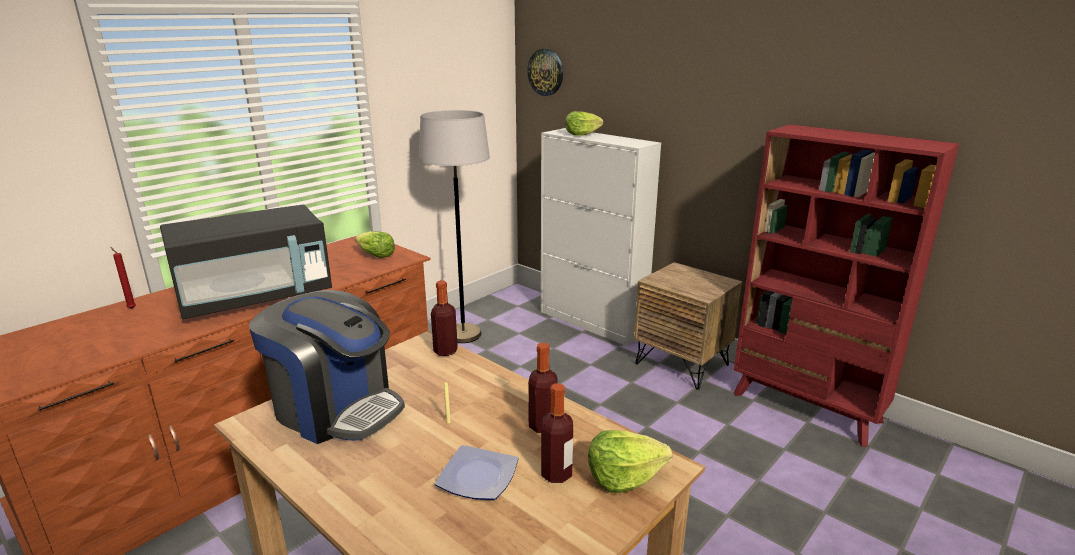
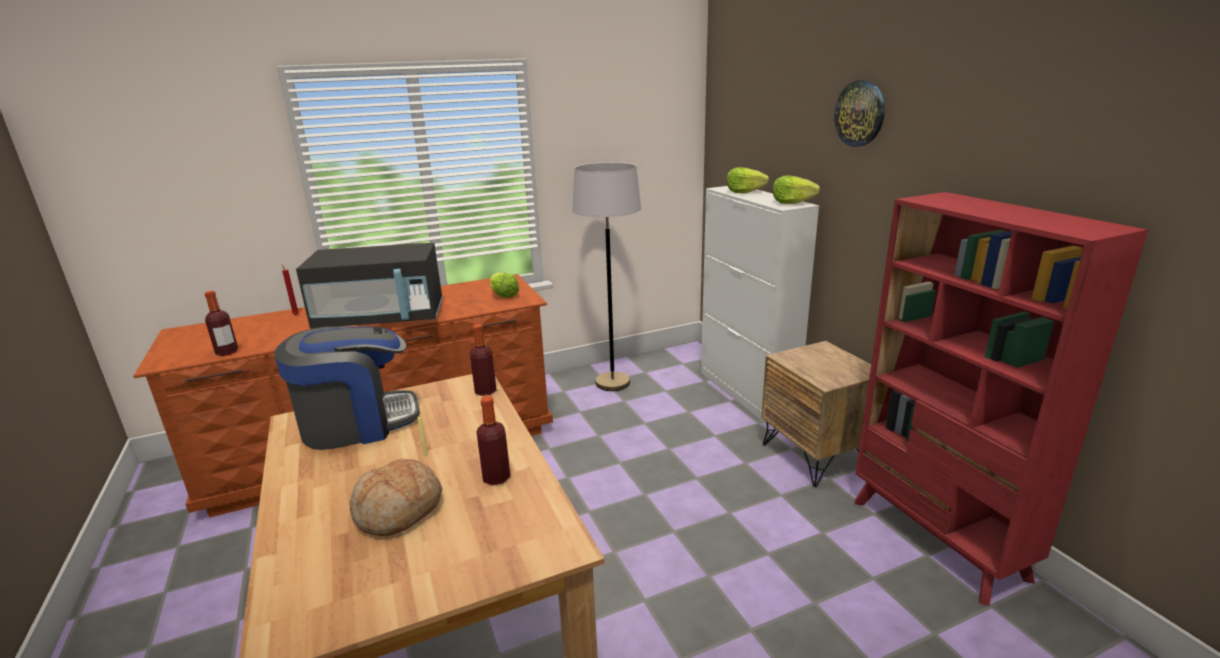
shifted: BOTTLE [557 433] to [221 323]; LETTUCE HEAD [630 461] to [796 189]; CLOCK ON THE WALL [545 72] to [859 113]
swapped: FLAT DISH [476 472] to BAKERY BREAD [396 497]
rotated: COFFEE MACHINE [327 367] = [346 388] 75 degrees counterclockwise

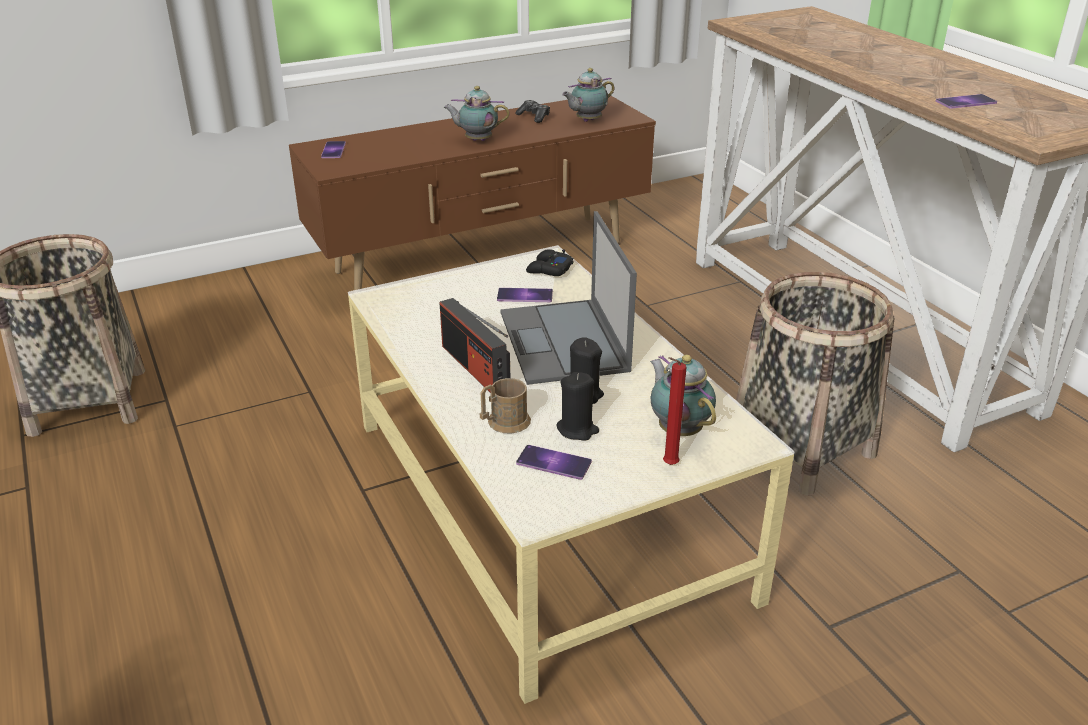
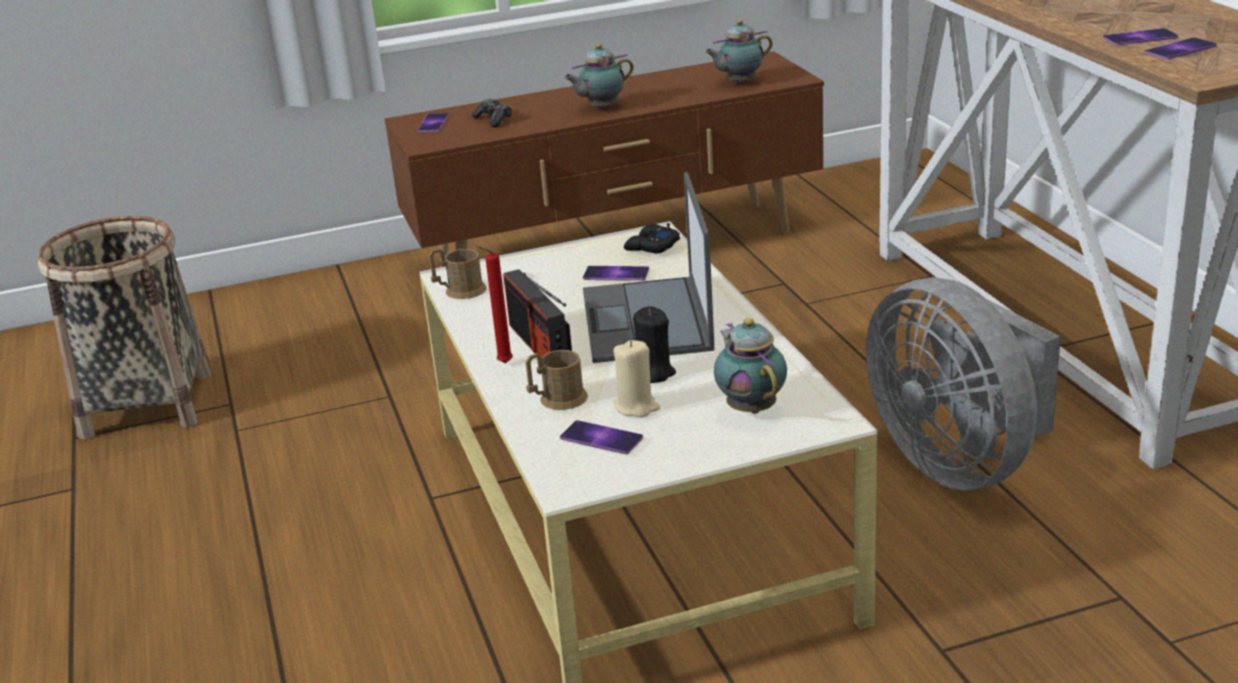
new: BROWN-COLOURED COFFEE MUG [458 274]; TELEPHONE [1181 48]
shifted: JOYPAD [532 111] to [492 113]; RED WAX CANDLE [675 411] to [495 304]
swapped: BASKET [815 384] to GREYISH ELECTRIC FAN [963 383]
repainted: BLACKISH WAX CANDLE [577 406] to SAND-COLOURED WAX CANDLE [636 378]
rotated: POT FOR TEA [477 113] = [599 77] 45 degrees counterclockwise

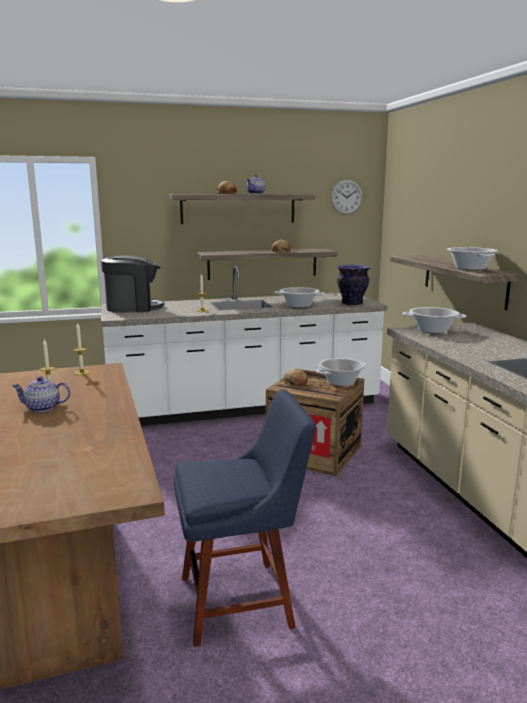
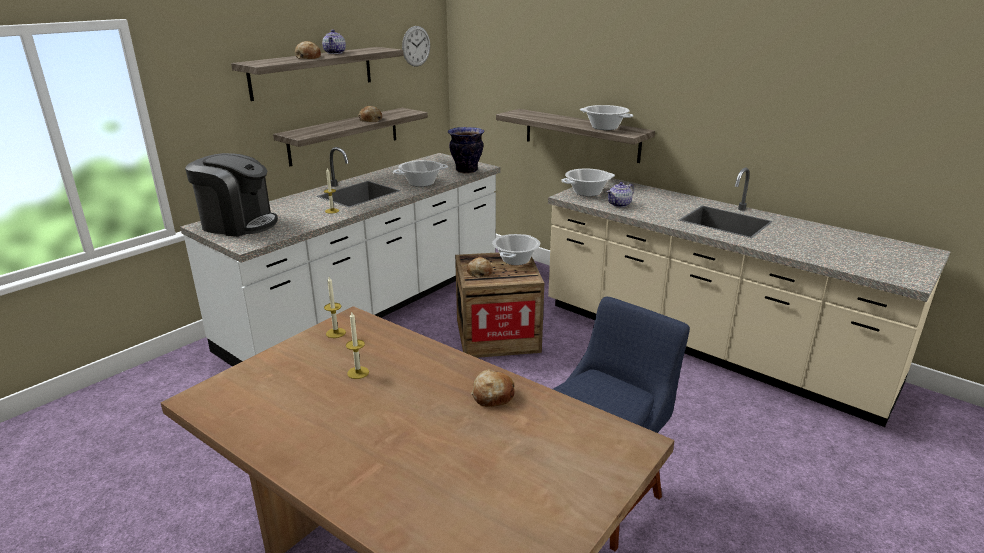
new: BAKERY BREAD [493 388]
shifted: POT FOR TEA [40 394] to [620 195]
rotated: COFFEE MACHINE [132 284] = [231 195] 60 degrees clockwise

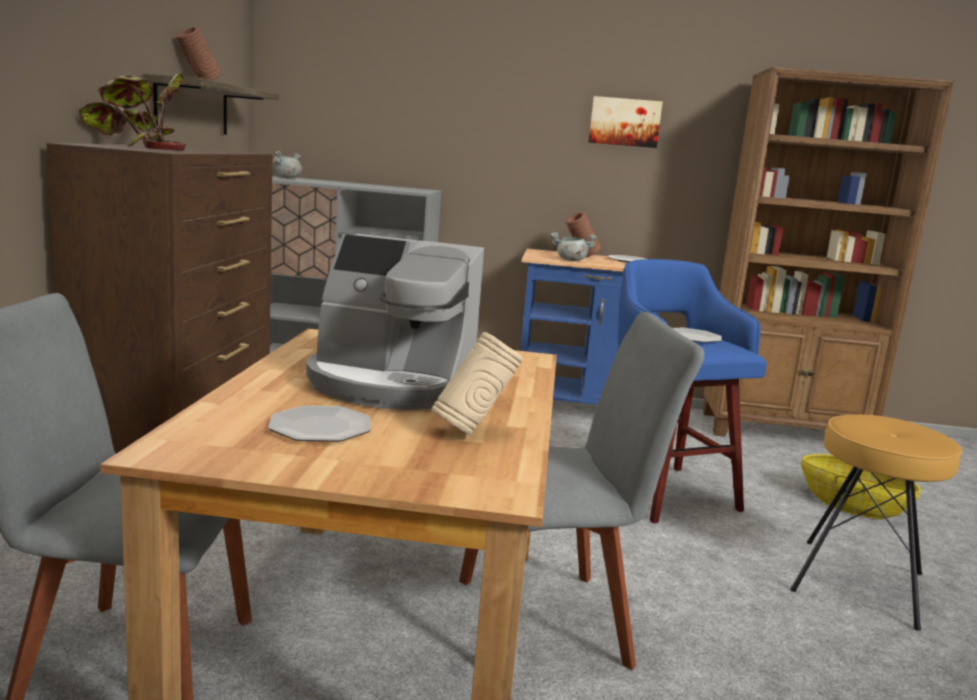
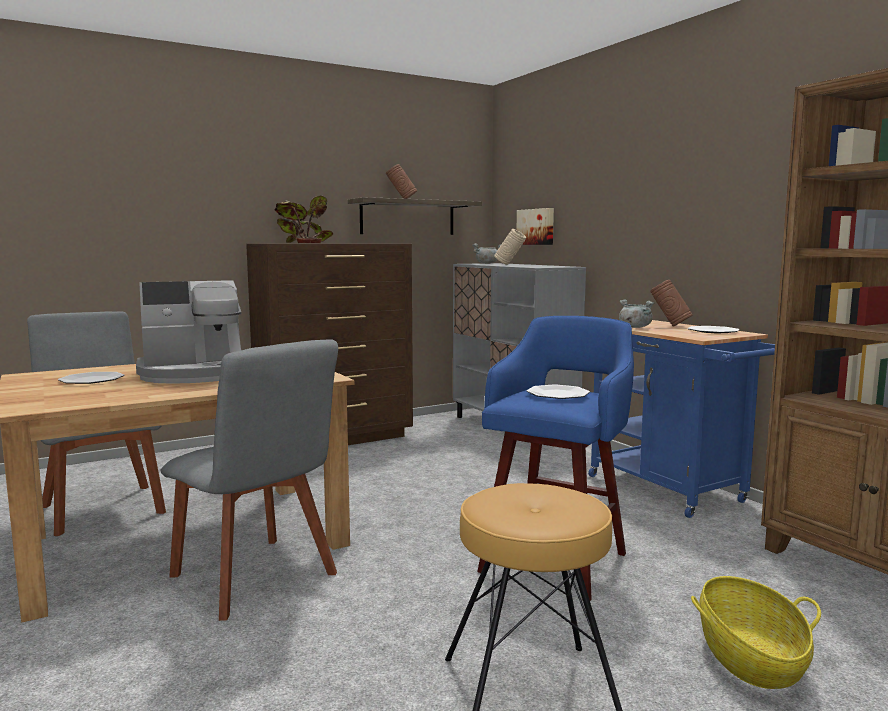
shifted: SAND-COLOURED DECORATIVE VASE [477 383] to [510 247]; PICTURE [626 122] to [535 226]
rotated: COFFEE MACHINE [395 322] = [188 332] 90 degrees counterclockwise

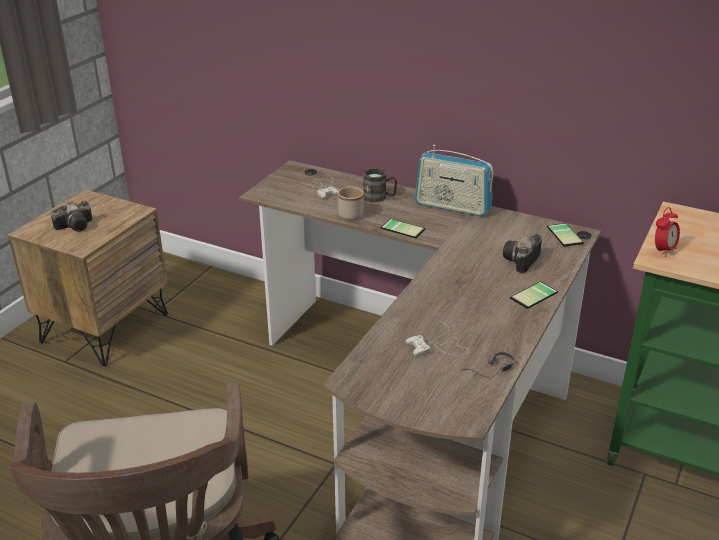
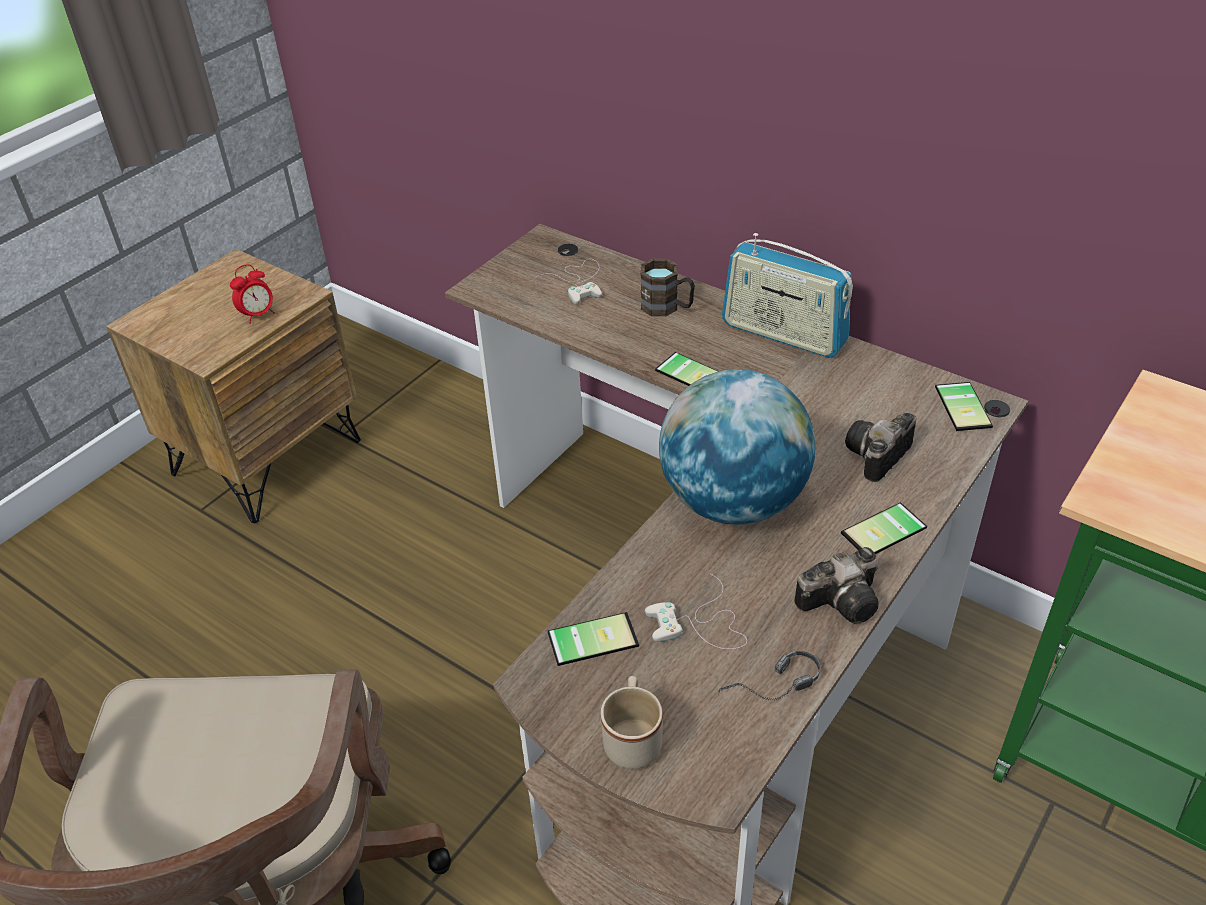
new: TELEPHONE [593 638]; DESK GLOBE [737 447]
shifted: BEDSIDE CLOCK [667 232] to [252 294]; SAND-COLOURED COFFEE MUG [351 203] to [632 722]; PHOTO CAMERA [71 216] to [836 585]

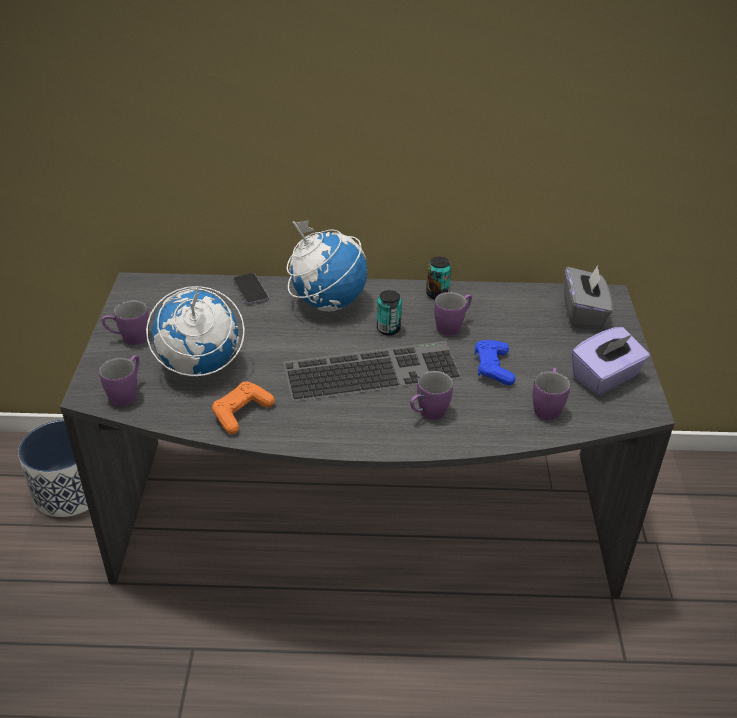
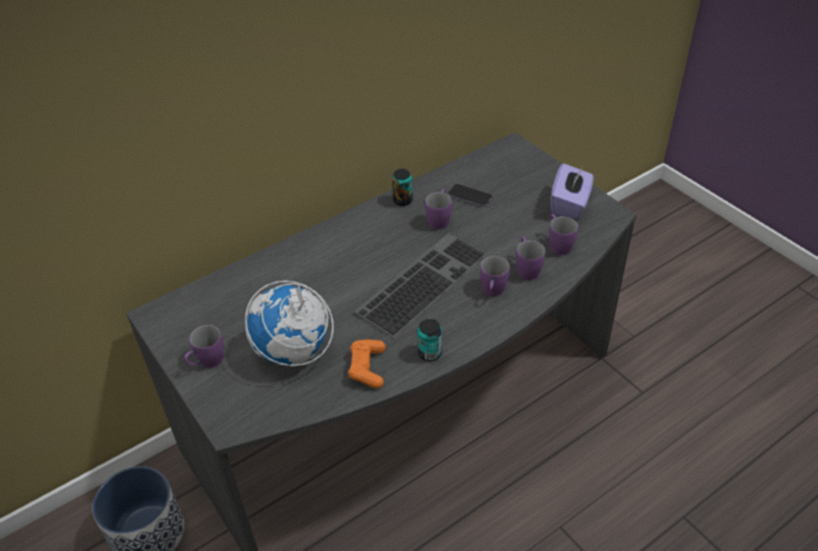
gone: DESK GLOBE [326 265]; BLUE JOYPAD [495 362]; GREYISH TISSUE HOLDER [588 296]
shifted: CAN [389 312] to [429 340]; TELEPHONE [251 288] to [470 195]; PURPLISH COFFEE MUG [119 380] to [530 258]

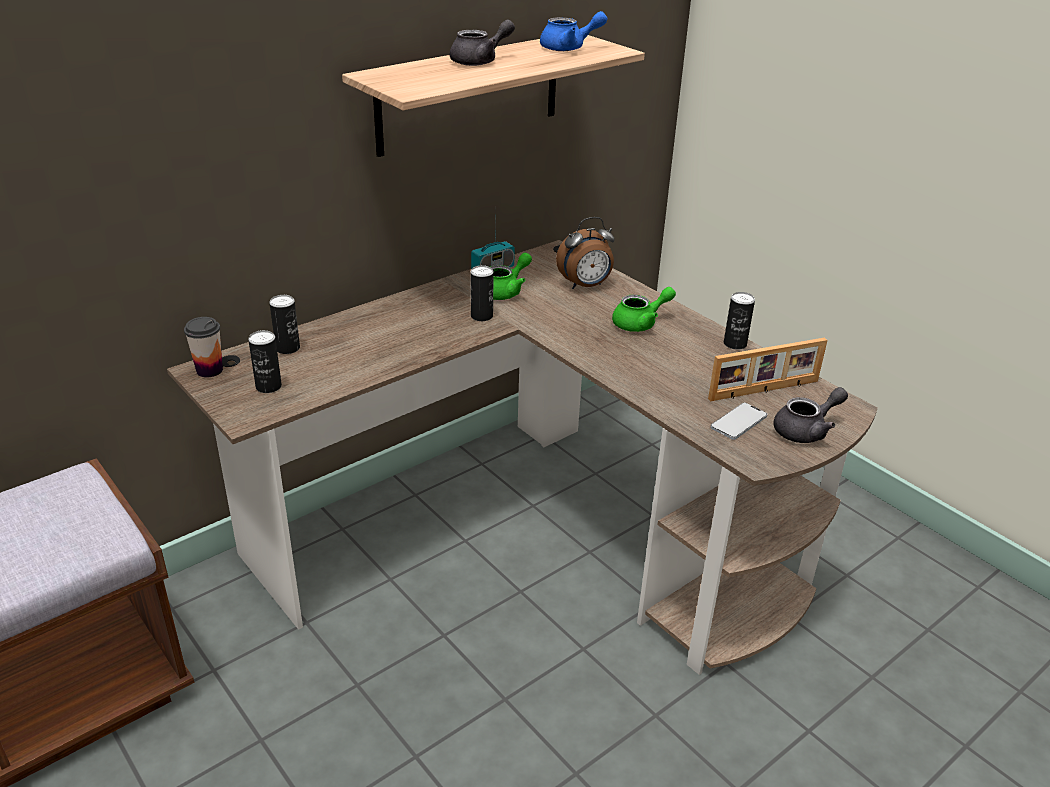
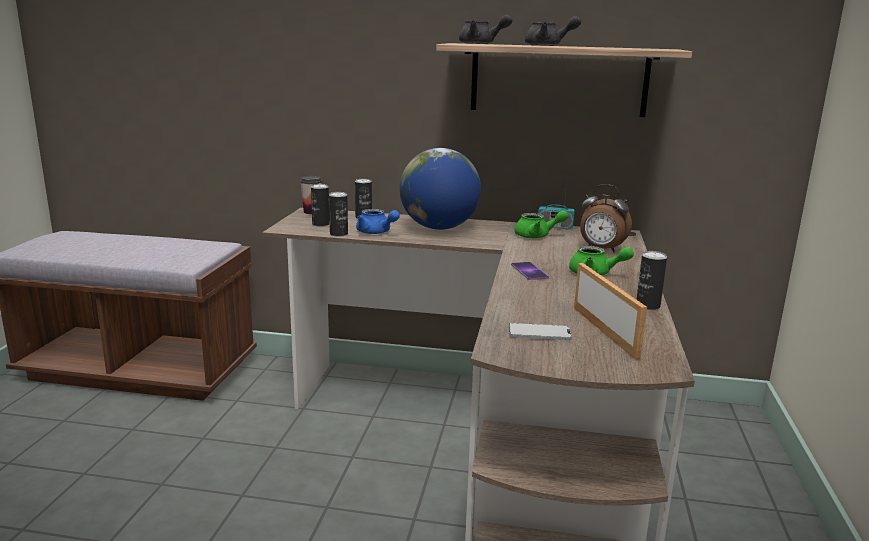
new: DESK GLOBE [440 189]; TELEPHONE [530 271]
shifted: CAN [482 293] to [338 214]; BLUE POT FOR TEA [573 31] to [378 221]; GREYISH POT FOR TEA [811 415] to [485 29]
rotated: PHOTO FRAME [767 369] = [610 311] 135 degrees counterclockwise

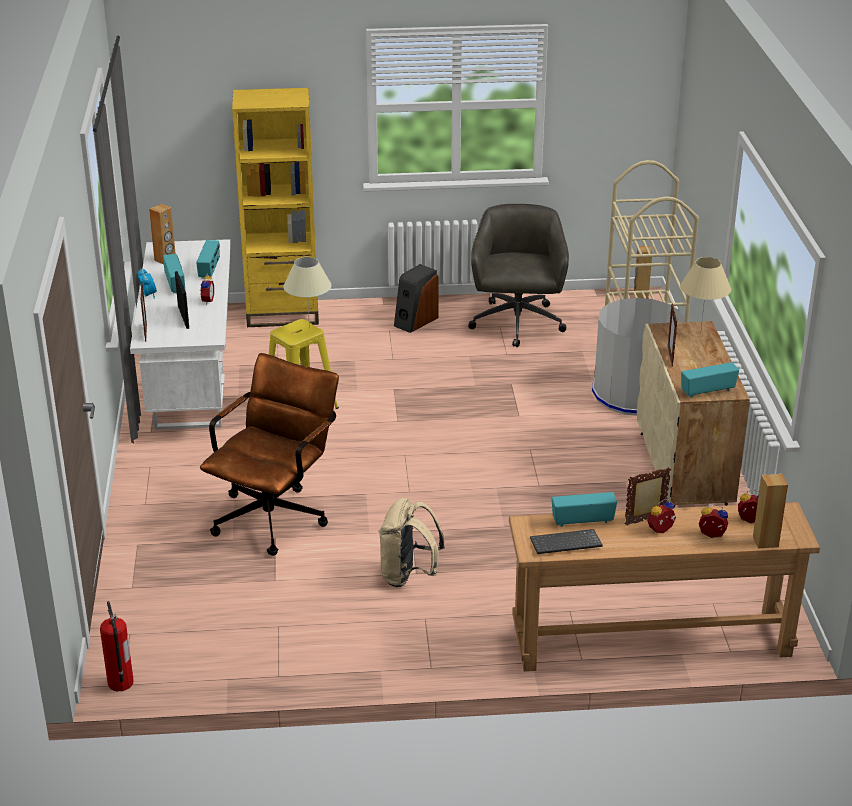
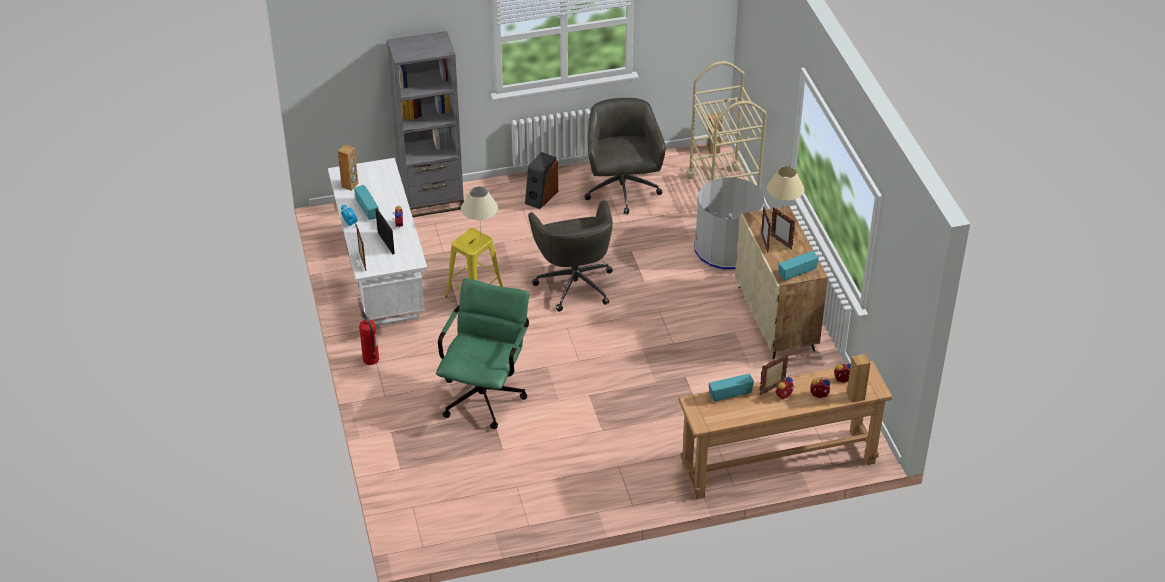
gone: RADIO [208 259]; SAND-COLOURED KNAPSACK [412 542]; KEYBOARD [566 541]
new: GREYISH COMPUTER CHAIR [570 256]; PHOTO FRAME [783 228]
shifted: FIRE-FIGHTING CYLINDER [117 646] to [369 337]
repainted: YELLOW SHELVING UNIT [275 207] to GREYISH SHELVING UNIT [425 124]; BROWN-COLOURED COMPUTER CHAIR [269 454] to GREEN COMPUTER CHAIR [482 353]

